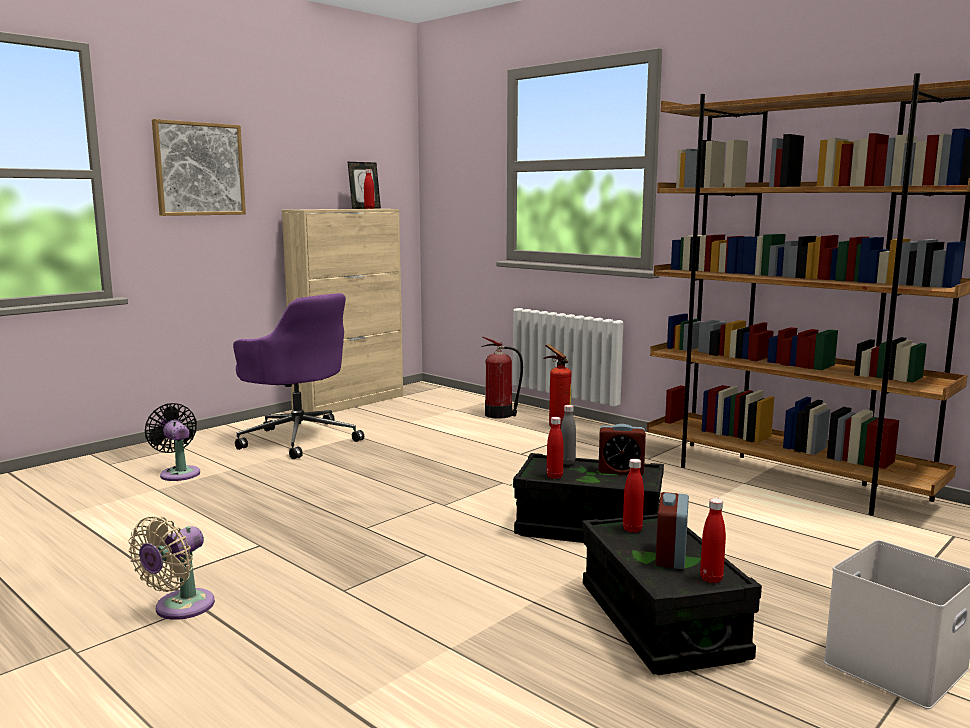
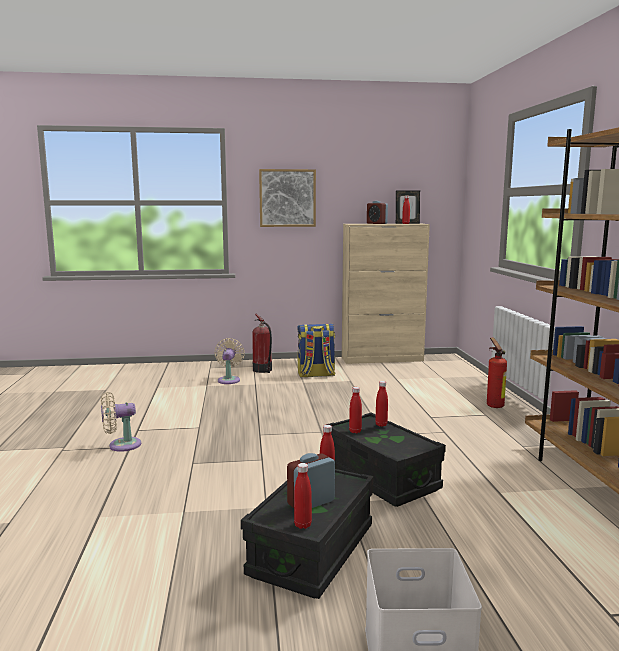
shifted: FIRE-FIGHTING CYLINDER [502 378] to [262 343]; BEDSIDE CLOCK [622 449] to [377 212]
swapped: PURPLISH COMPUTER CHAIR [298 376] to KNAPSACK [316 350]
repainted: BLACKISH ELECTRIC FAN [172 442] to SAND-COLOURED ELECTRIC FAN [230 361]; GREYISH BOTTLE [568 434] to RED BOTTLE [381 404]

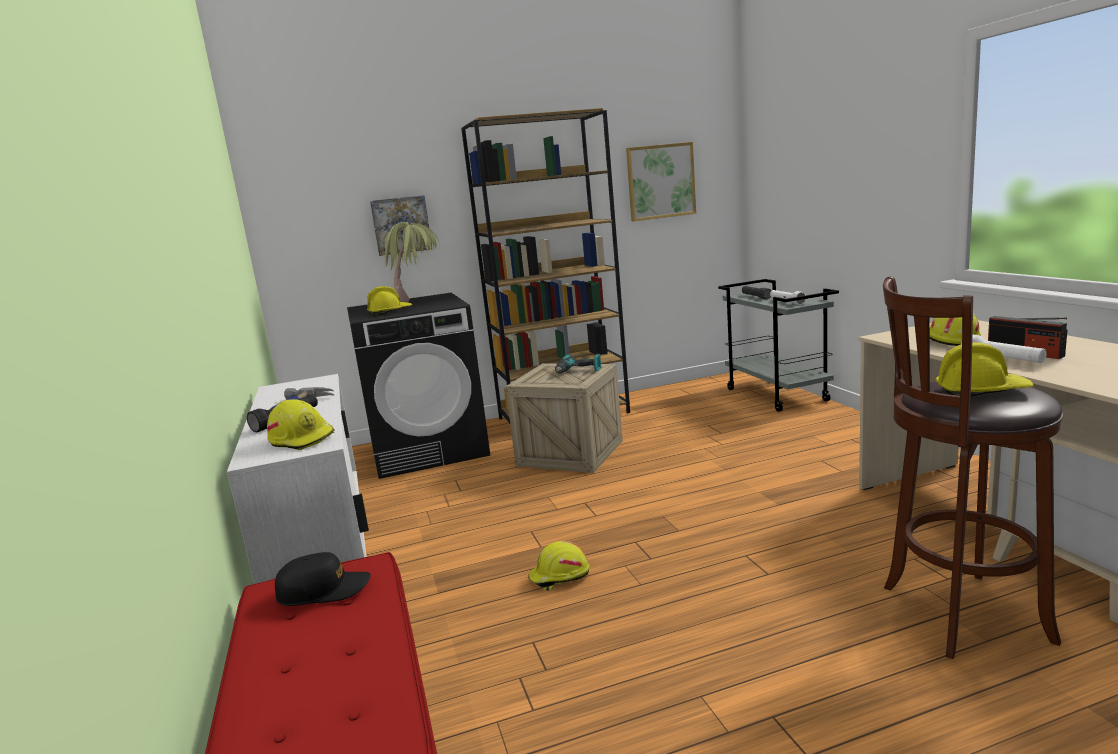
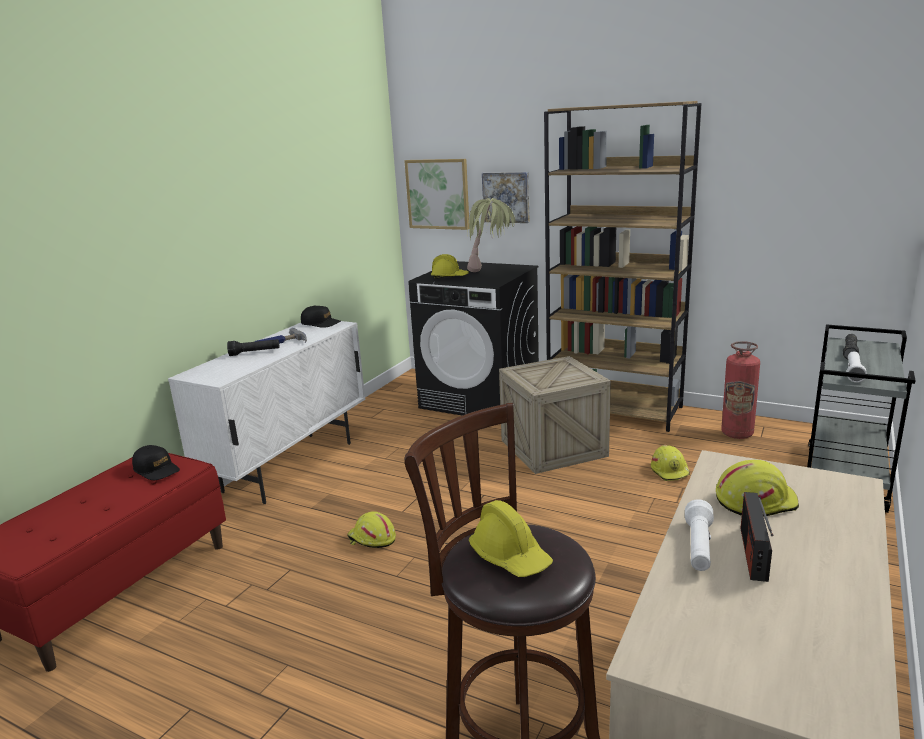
gone: ELECTRIC DRILL [578 364]
new: BLACKISH PEAKED CAP [321 317]; FIRE-FIGHTING CYLINDER [740 390]
shifted: PICTURE [661 181] to [436 194]; YELLOW WORK HELMET [300 424] to [670 463]

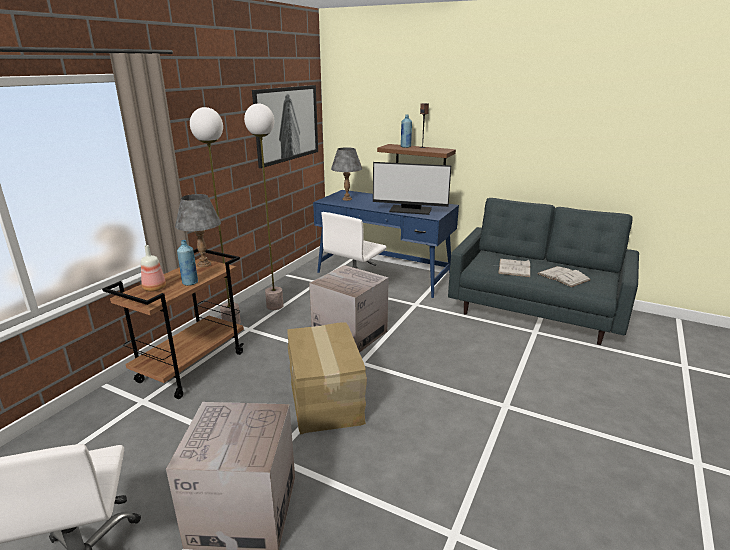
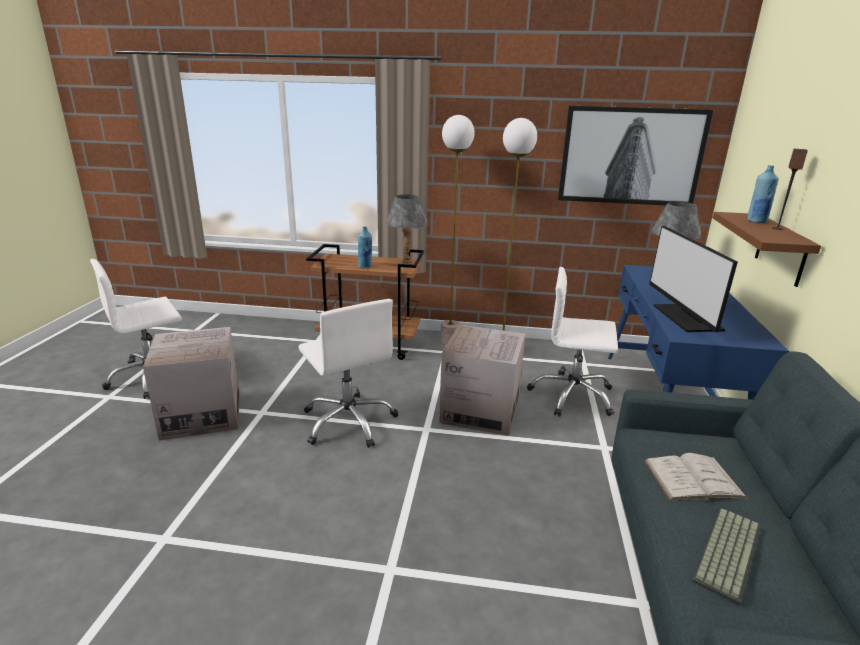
gone: BOTTLE [153 268]
swapped: CARDBOARD BOX [327 378] to WHITE COMPUTER CHAIR [348 373]; WHITE BOOK [564 276] to KEYBOARD [726 556]

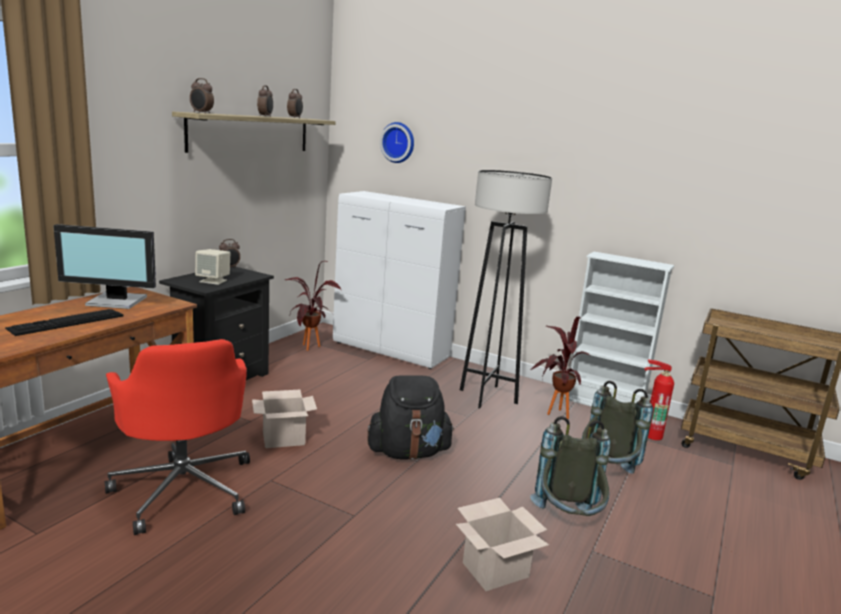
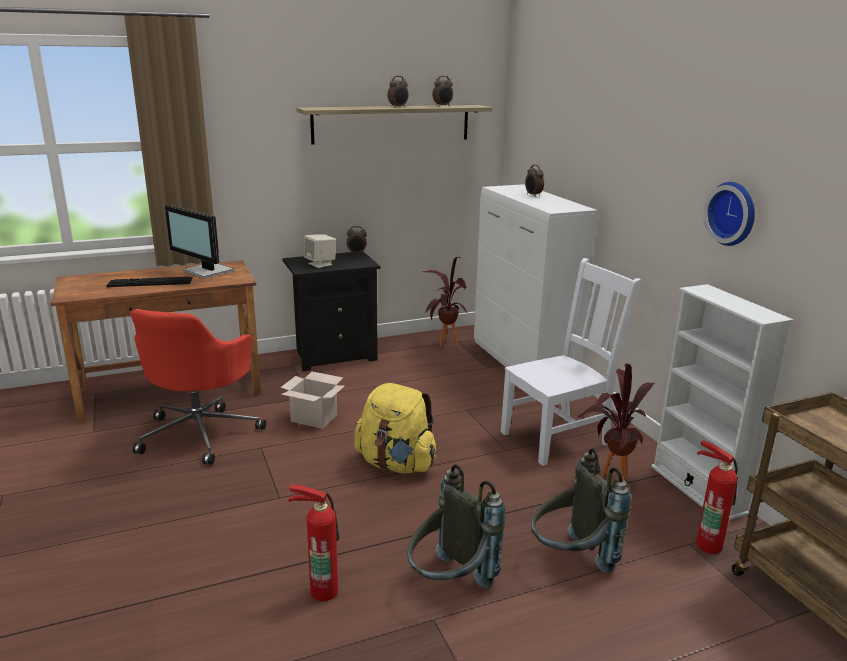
shifted: BEDSIDE CLOCK [202 96] to [534 181]; CLOCK ON THE WALL [397 142] to [729 214]
swapped: CARDBOARD BOX [502 544] to FIRE-FIGHTING CYLINDER [313 542]; GREYISH FLOOR LAMP [506 289] to WHITE UPRIGHT CHAIR [571 362]
repainted: BLACKISH KNAPSACK [410 417] to YELLOW KNAPSACK [395 428]

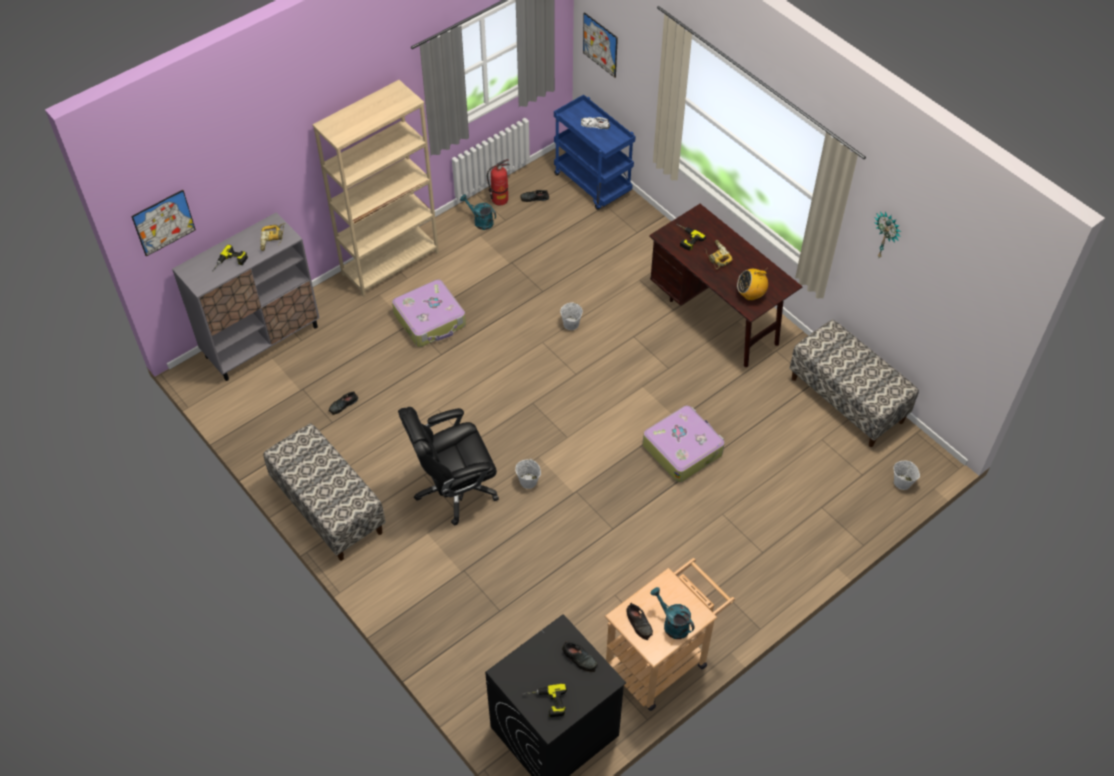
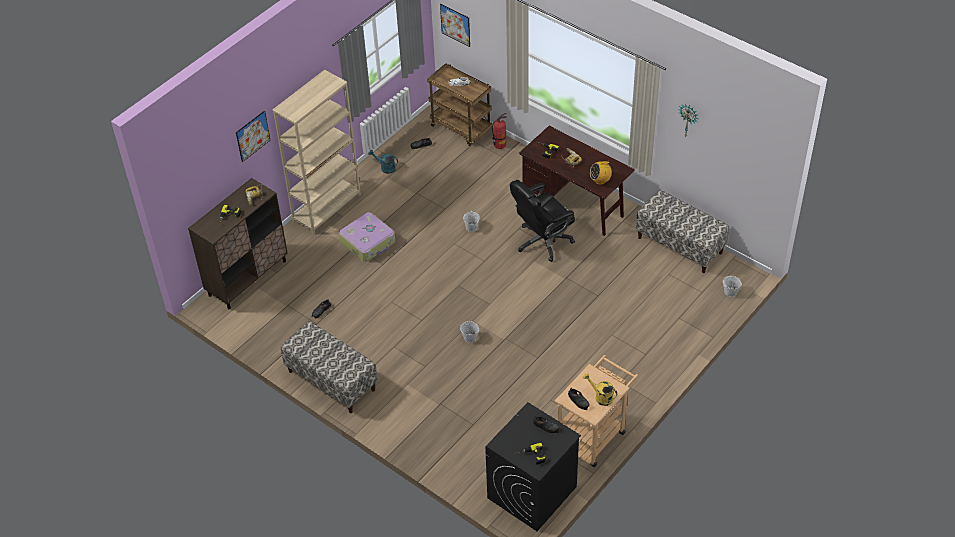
gone: PIECE OF LUGGAGE [684 444]
shifted: PICTURE [163 223] to [253 136]; FIRE-FIGHTING CYLINDER [498 182] to [499 131]; BLACKISH COMPUTER CHAIR [448 466] to [542 221]
repainted: GREYISH STORAGE CABINET [245 296] to BROWN-COLOURED STORAGE CABINET [238 243]; BLUE WHEELED CART [595 152] to BROWN-COLOURED WHEELED CART [459 104]; TURQUOISE WATERING CAN [672 613] to YELLOW WATERING CAN [600 389]

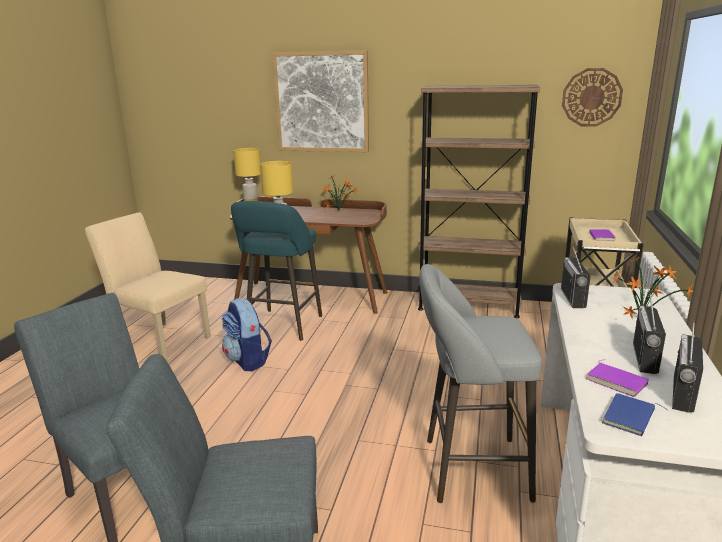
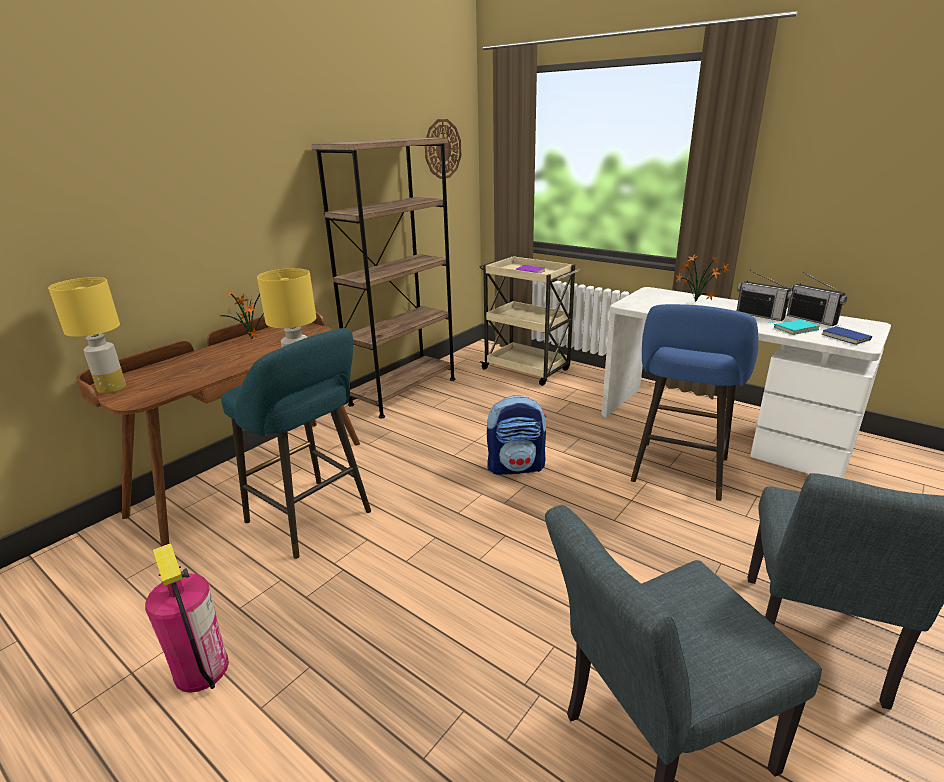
gone: PICTURE [320 101]; RADIO [576 276]
shifted: KNAPSACK [247 334] to [517 435]
swapped: SAND-COLOURED UPRIGHT CHAIR [148 286] to FIRE-FIGHTING CYLINDER [187 618]
repainted: GREYISH SITTING STOOL [480 383] to BLUE SITTING STOOL [695 402]; PURPLISH BOOK [617 378] to TURQUOISE BOOK [795 327]

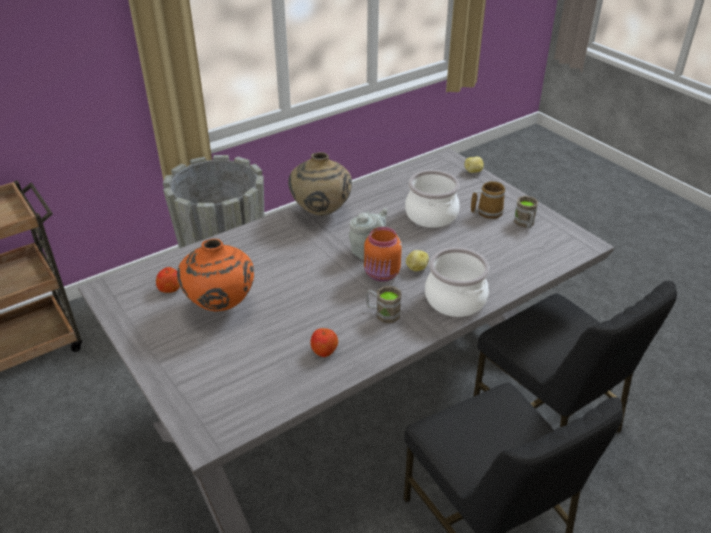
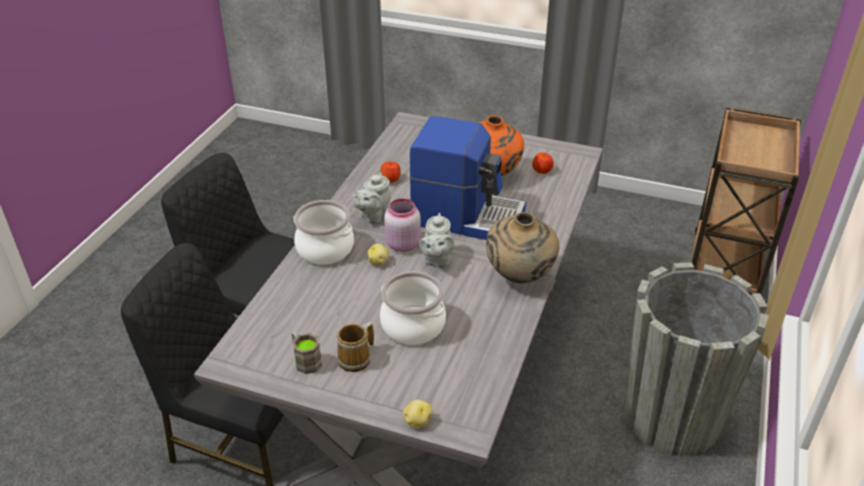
new: COFFEE MACHINE [468 178]
swapped: BROWN-COLOURED COFFEE MUG [383 304] to GREYISH POT FOR TEA [372 198]
repainted: ORANGE JAR [383 254] to PINK-COLOURED JAR [402 225]

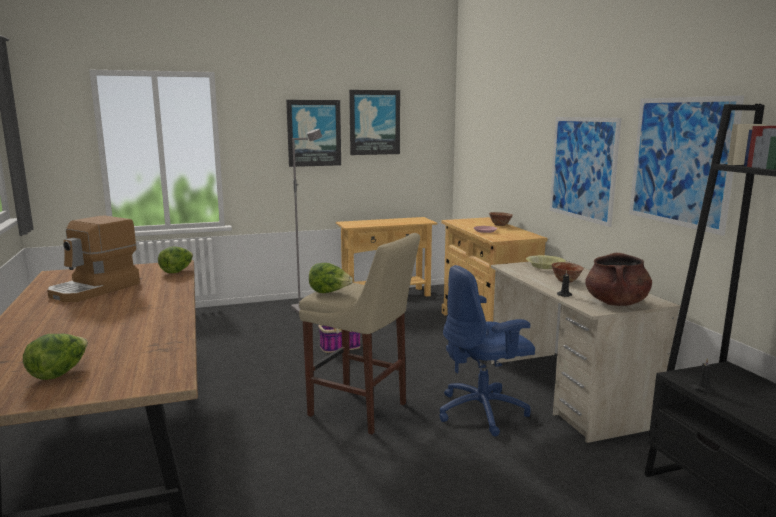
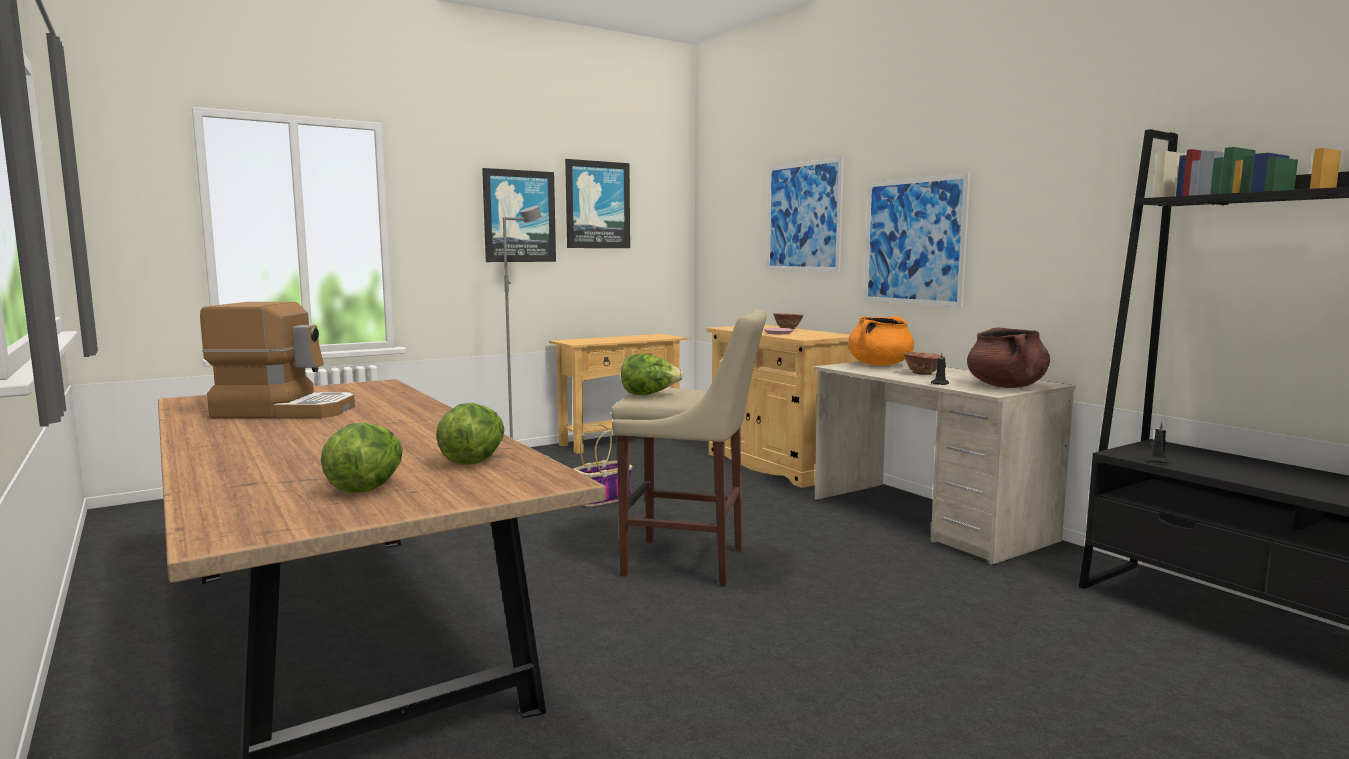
gone: BLUE COMPUTER CHAIR [487 350]
shifted: LETTUCE HEAD [175 259] to [470 434]; PICTURE [686 165] to [805 214]
swapped: YELLOW BOWL [546 262] to ORANGE SAUCEPOT [881 341]
rotated: COFFEE MACHINE [93 259] = [277 360] 105 degrees counterclockwise

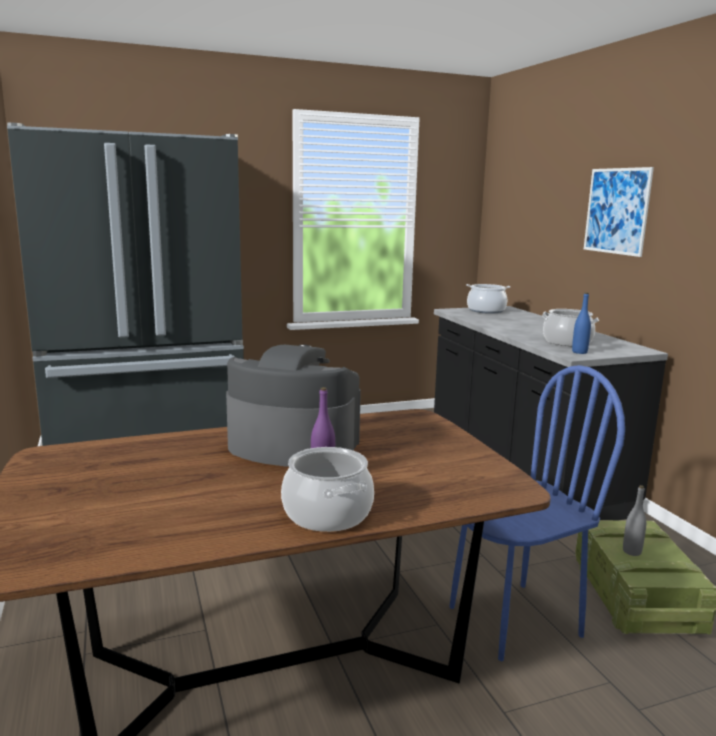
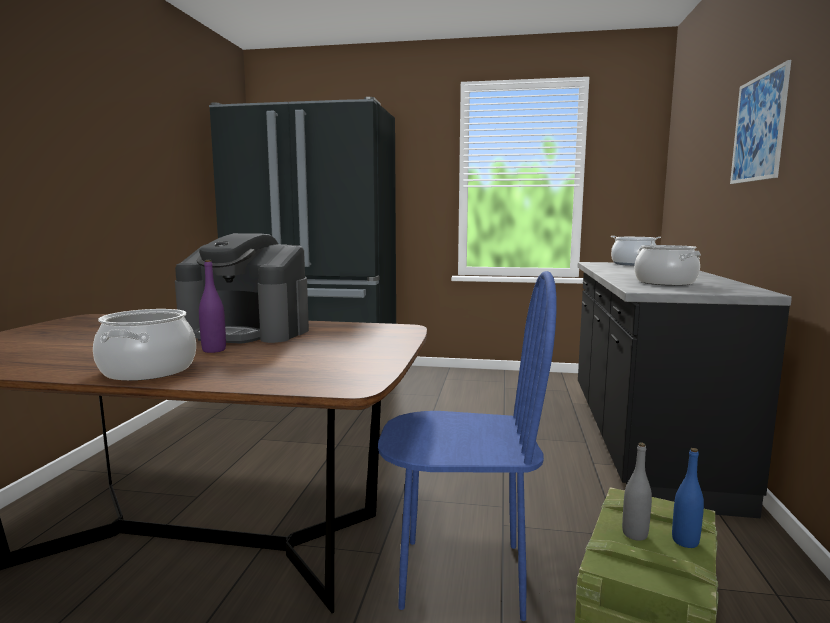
shifted: BLUE BOTTLE [581 323] to [688 498]
rotated: COFFEE MACHINE [293 406] = [242 288] 150 degrees clockwise

